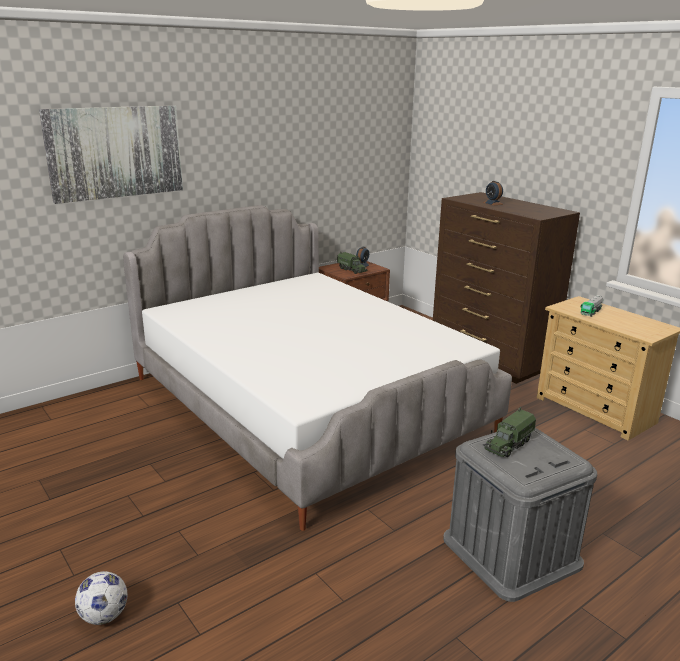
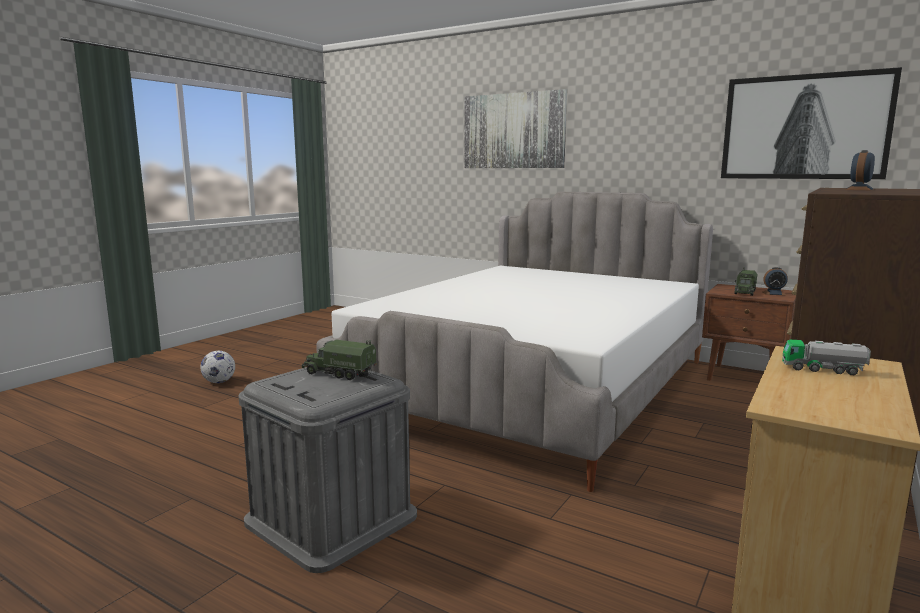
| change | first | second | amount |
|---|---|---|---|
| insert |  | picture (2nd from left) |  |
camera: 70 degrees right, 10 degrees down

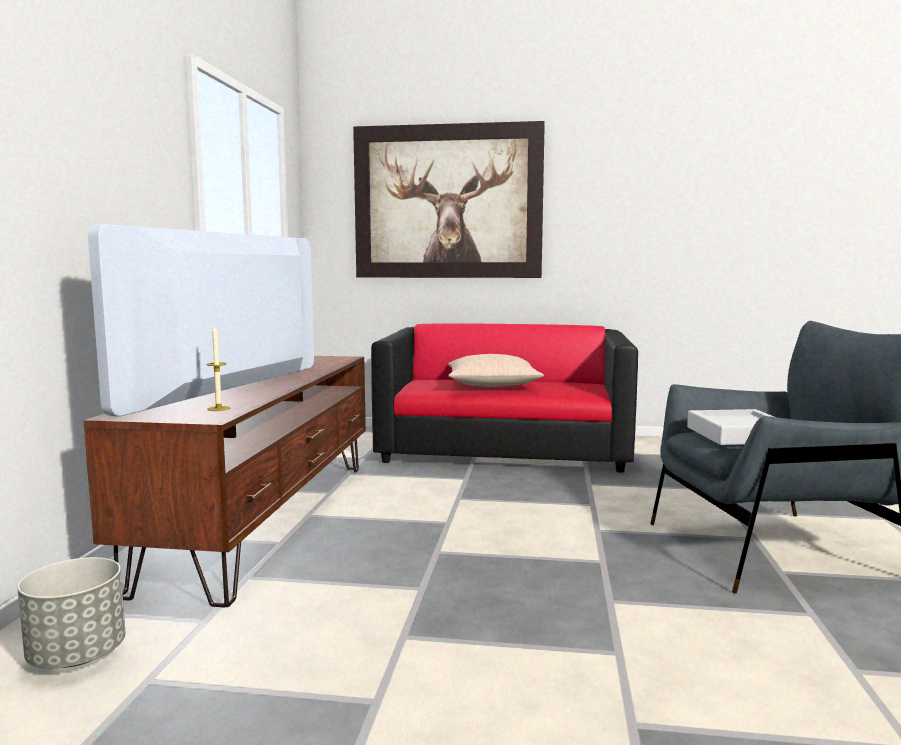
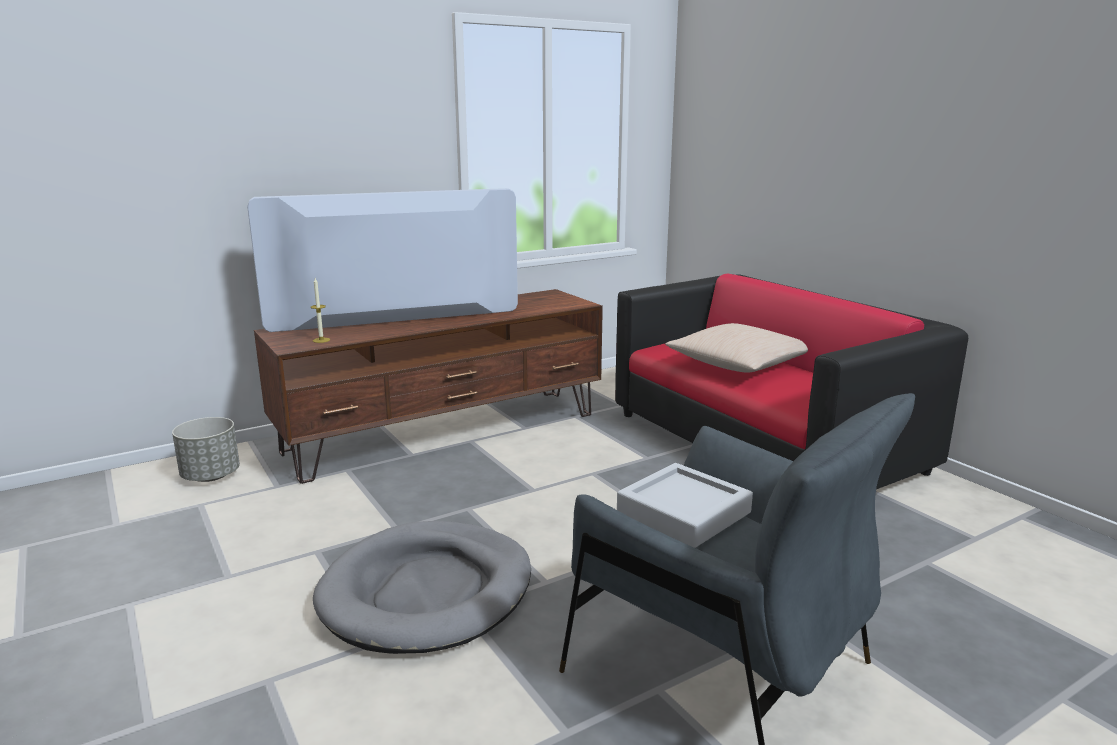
| change | first | second | amount |
|---|---|---|---|
| delete | picture |  |  |
| insert |  | greyish_dog_bed |  |
camera: 50 degrees right, 10 degrees up

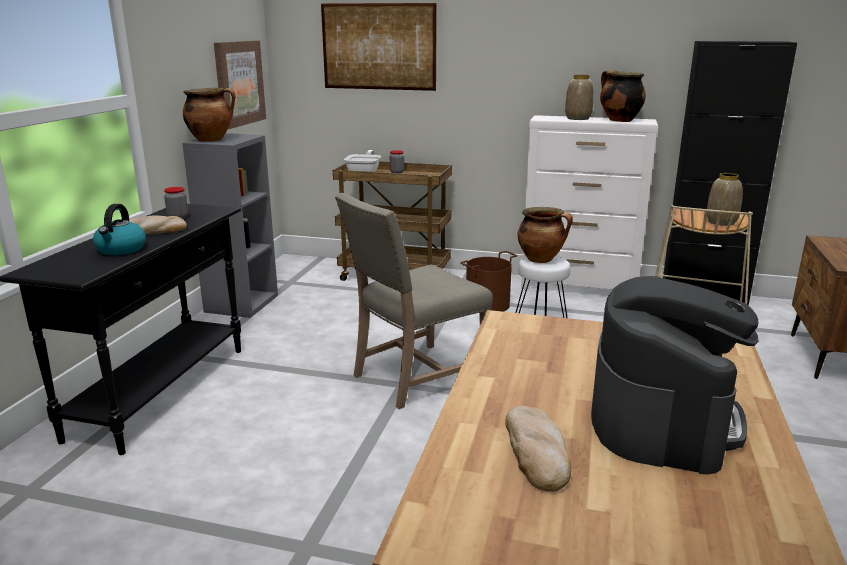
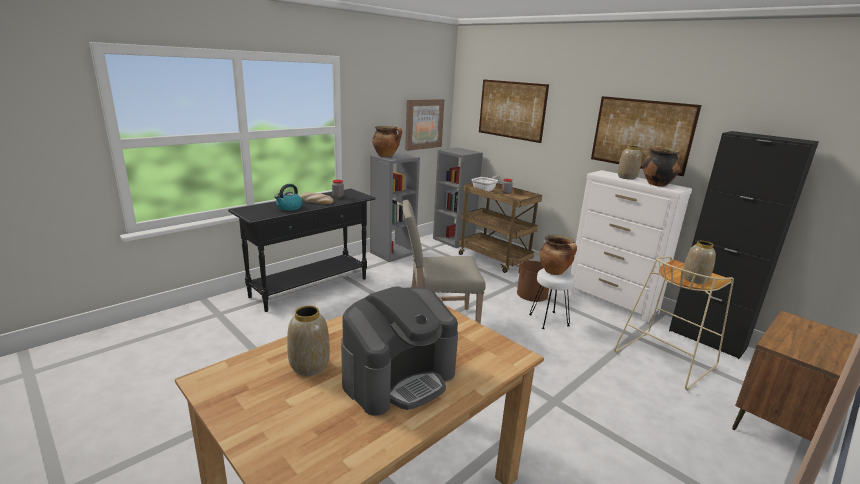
| change | first | second | amount |
|---|---|---|---|
| replace | bread (2nd from left) | flower_vase (1st from left) |  |
| insert |  | greyish_shelving_unit (2nd from left) |  |
| insert |  | picture (3rd from left) |  |
camera: 30 degrees right, 0 degrees up

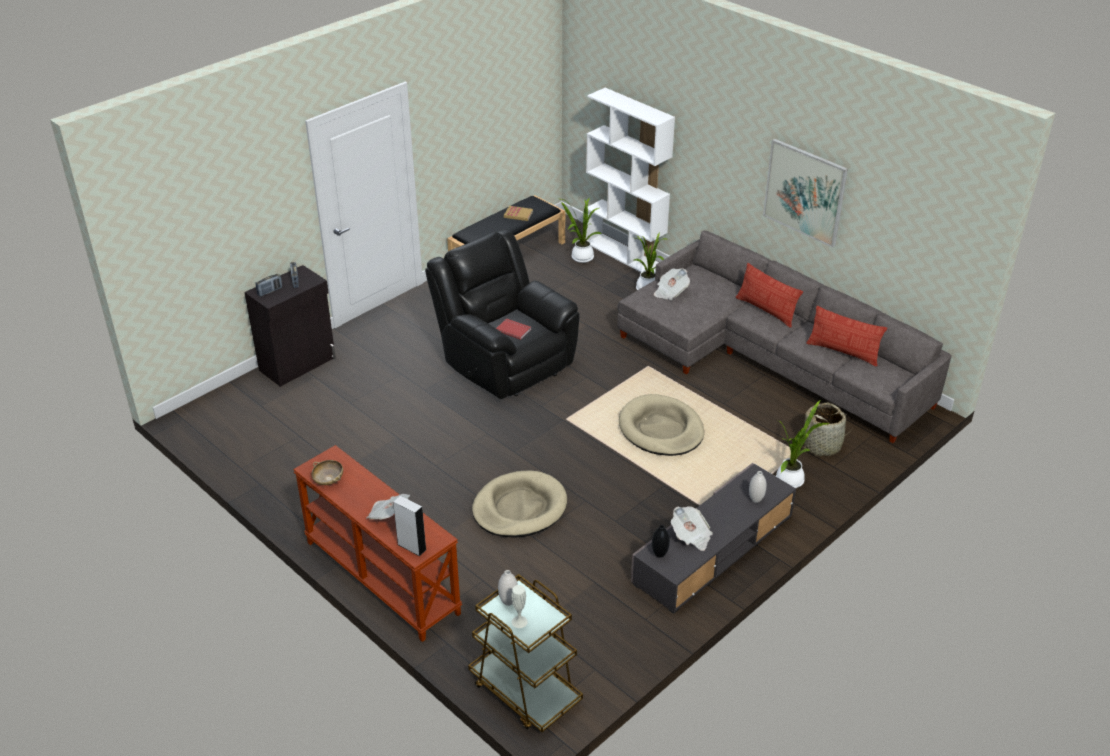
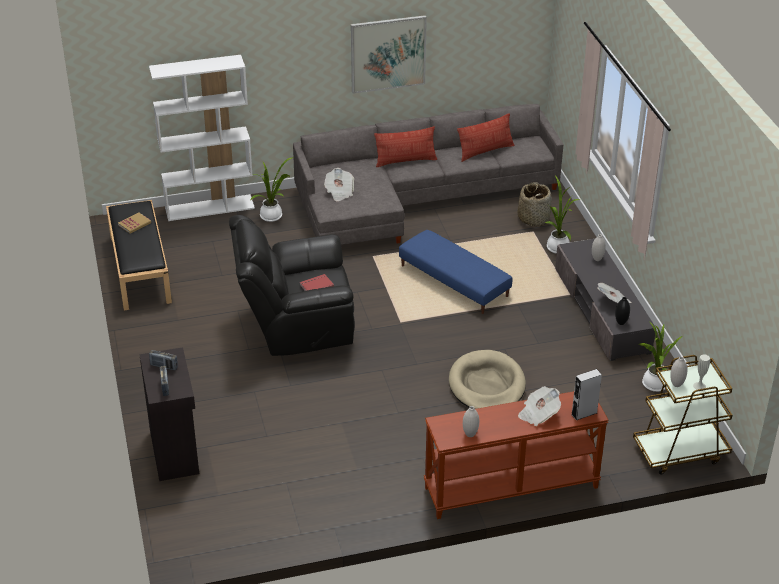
| change | first | second | amount |
|---|---|---|---|
| replace | beige_bowl | white_flower_vase (1st from left) |  |
| move | potted_plant (1st from left in the first image) | potted_plant (3rd from left) |  |
| replace | beige_dog_bed (2nd from left) | bluish_pouffe |  |
camera: 60 degrees left, 0 degrees up

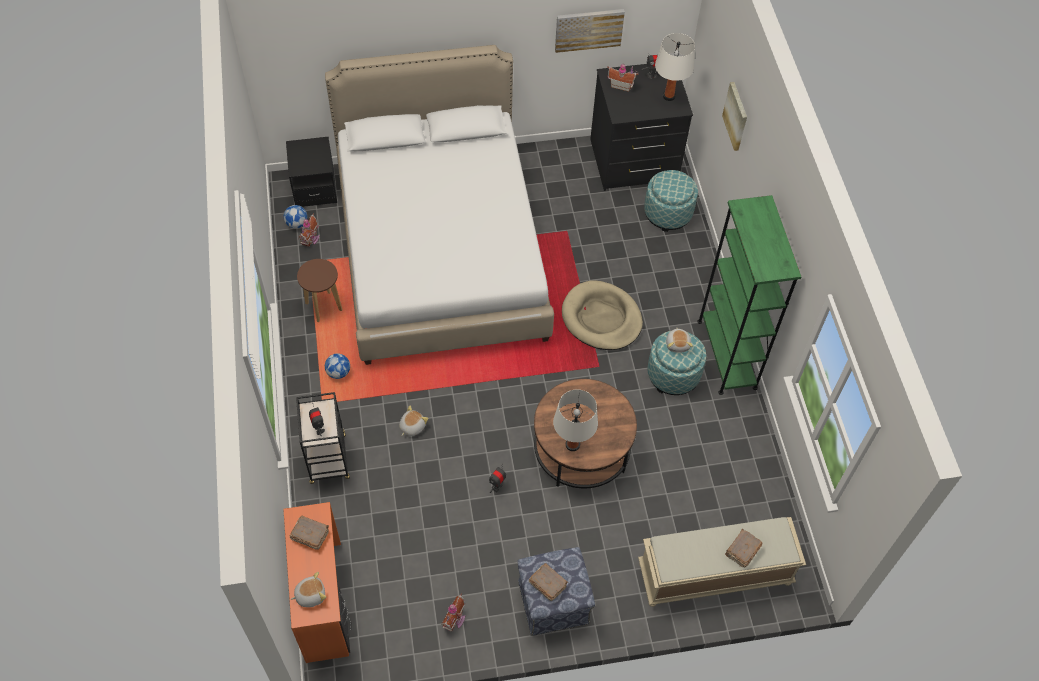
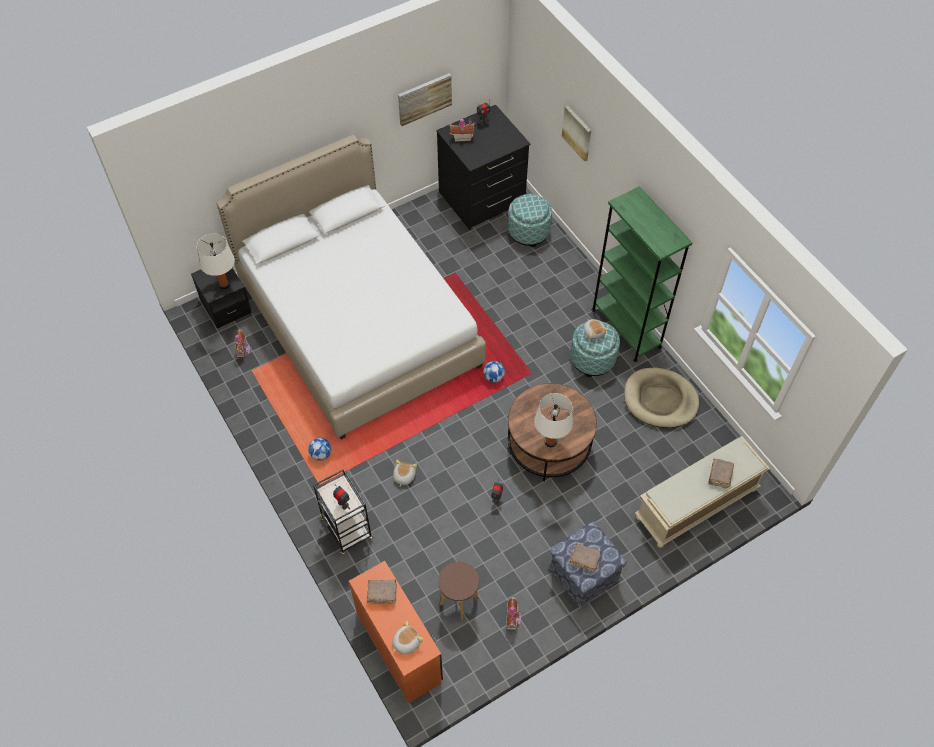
| change | first | second | amount |
|---|---|---|---|
| move | football_ball (1st from left in the first image) | football_ball (2nd from left) |  |
| move | brown-coloured_sitting_stool |  |  |
| move | beige_dog_bed |  |  |
| move | white_lamp_for_a_table (2nd from left in the first image) | white_lamp_for_a_table (1st from left) |  |
camera: 20 degrees left, 0 degrees up

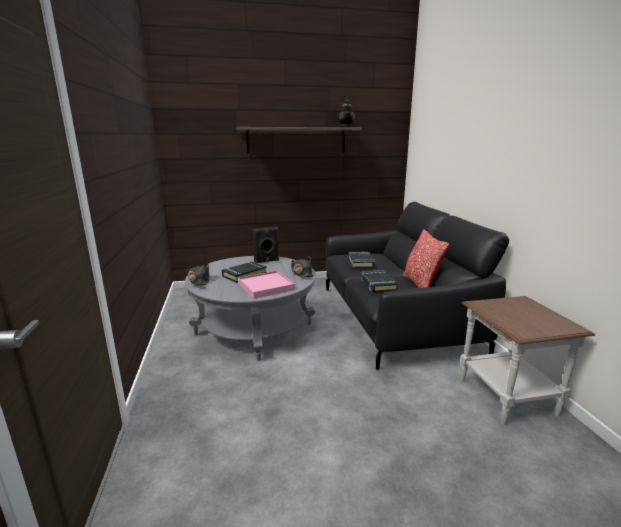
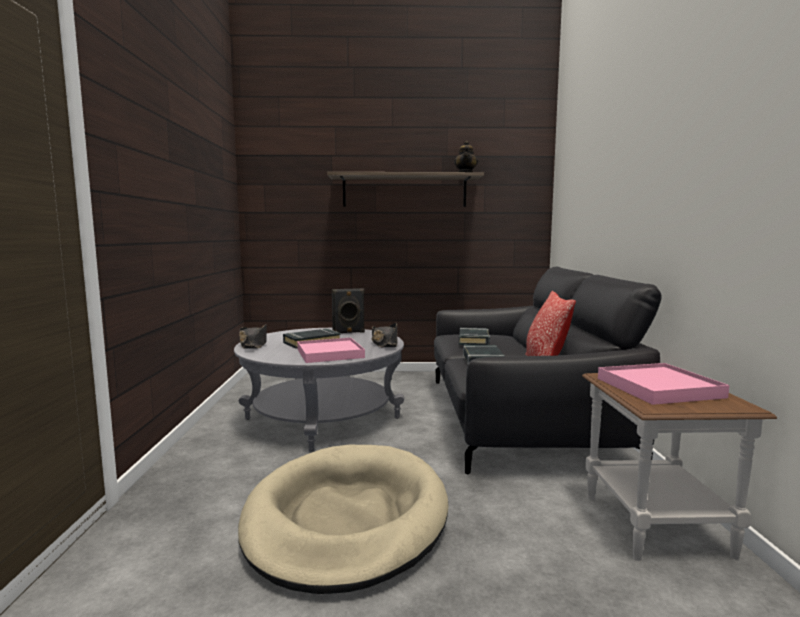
| change | first | second | amount |
|---|---|---|---|
| insert |  | beige_dog_bed |  |
| insert |  | pink_carrying_tray (2nd from left) |  |
camera: 10 degrees right, 10 degrees down

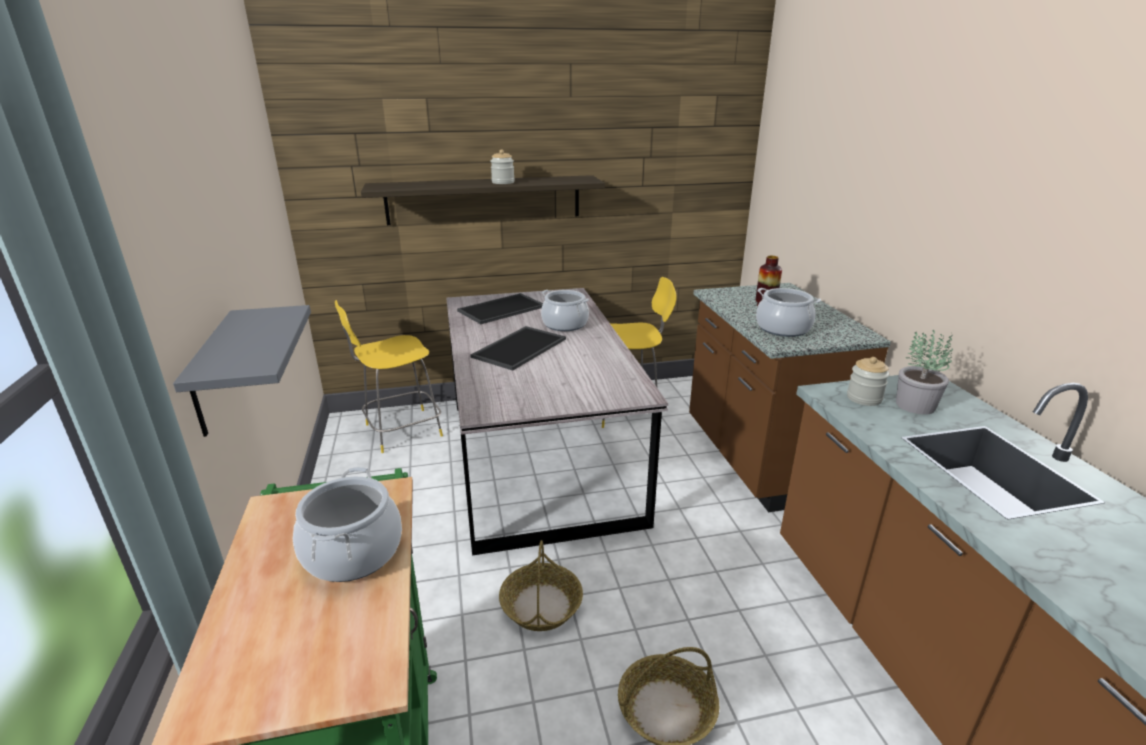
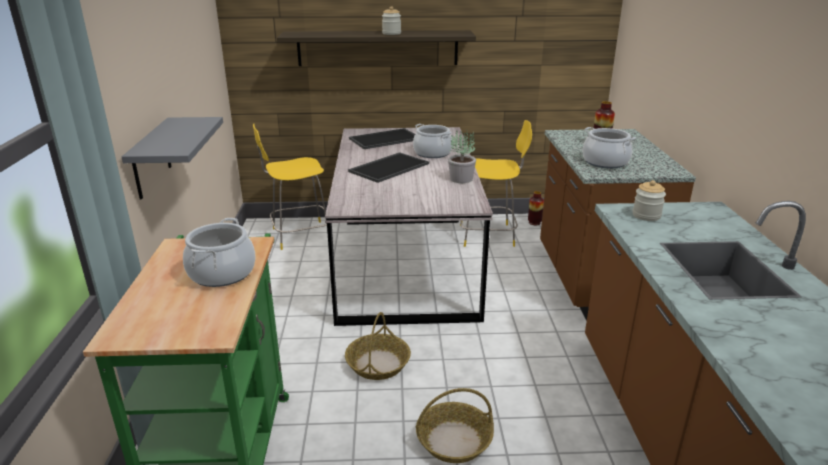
| change | first | second | amount |
|---|---|---|---|
| move | potted_plant |  |  |
| insert |  | flower_vase (1st from left) |  |
camera: 10 degrees right, 0 degrees up

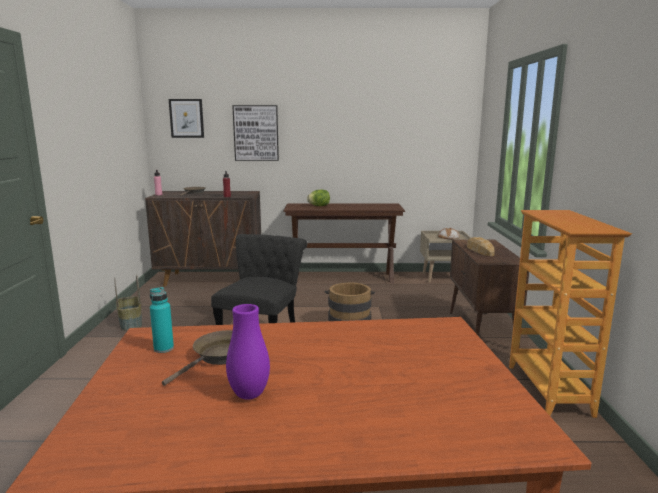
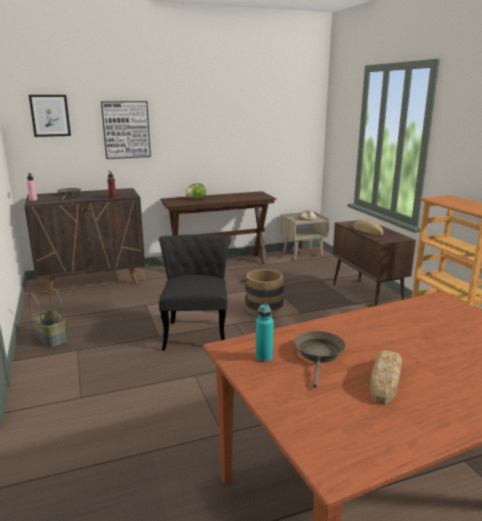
| change | first | second | amount |
|---|---|---|---|
| replace | purple-coloured_flower_vase | bread (3rd from left) |  |
camera: 20 degrees left, 5 degrees up

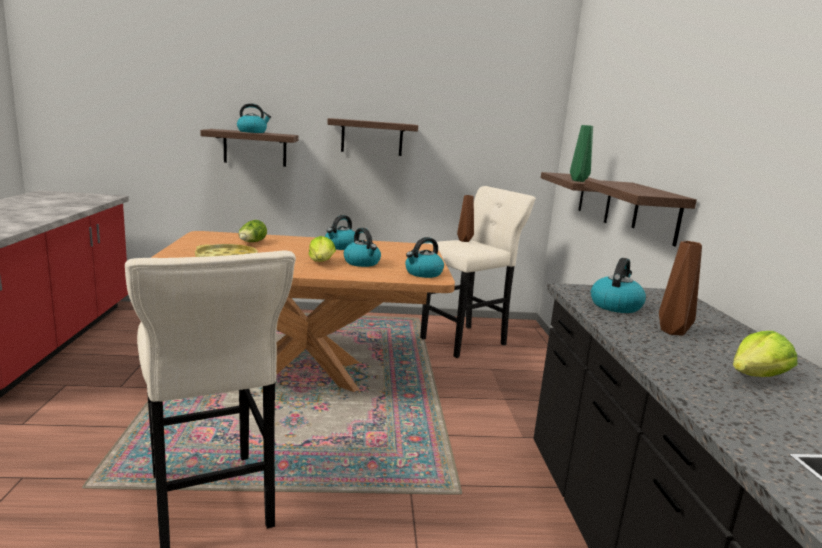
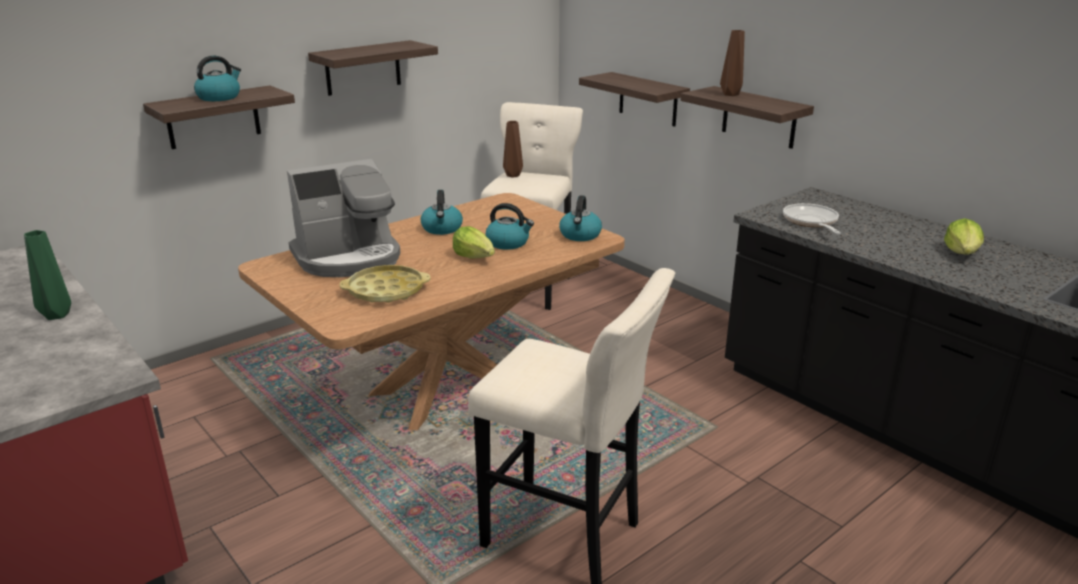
| change | first | second | amount |
|---|---|---|---|
| replace | lettuce_head (1st from left) | coffee_maker |  |
| move | green-coloured_flower_vase |  |  |
| replace | tea_kettle (5th from left) | pan |  |
| move | brown-coloured_flower_vase (2nd from left) |  |  |
camera: 35 degrees left, 10 degrees up

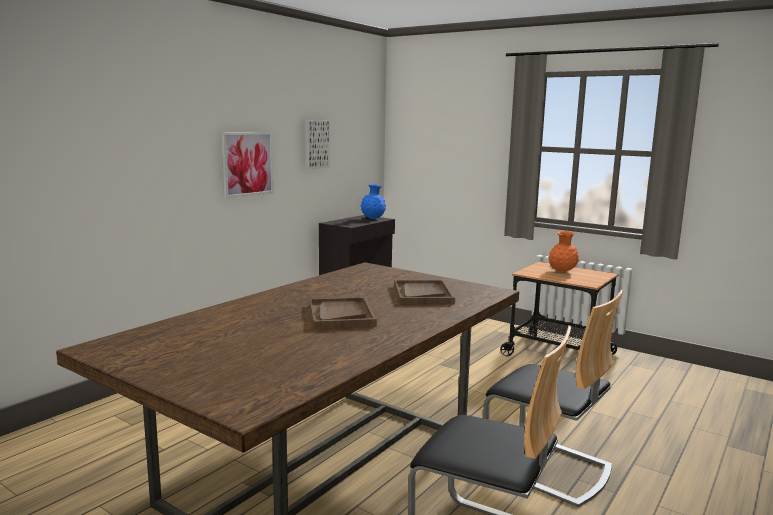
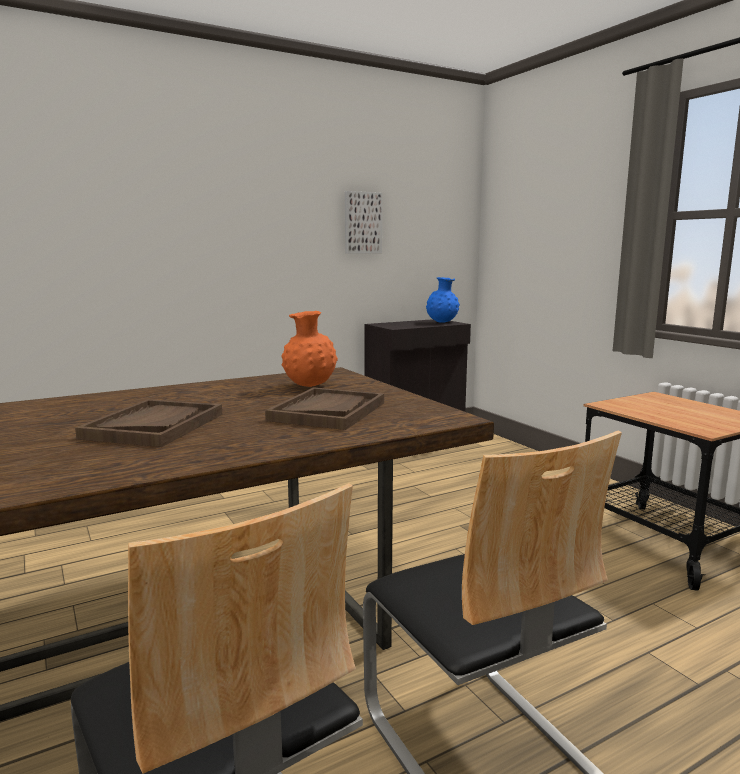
| change | first | second | amount |
|---|---|---|---|
| delete | picture (1st from left) |  |  |
| move | orange_flower_vase |  |  |
camera: 25 degrees right, 0 degrees up

